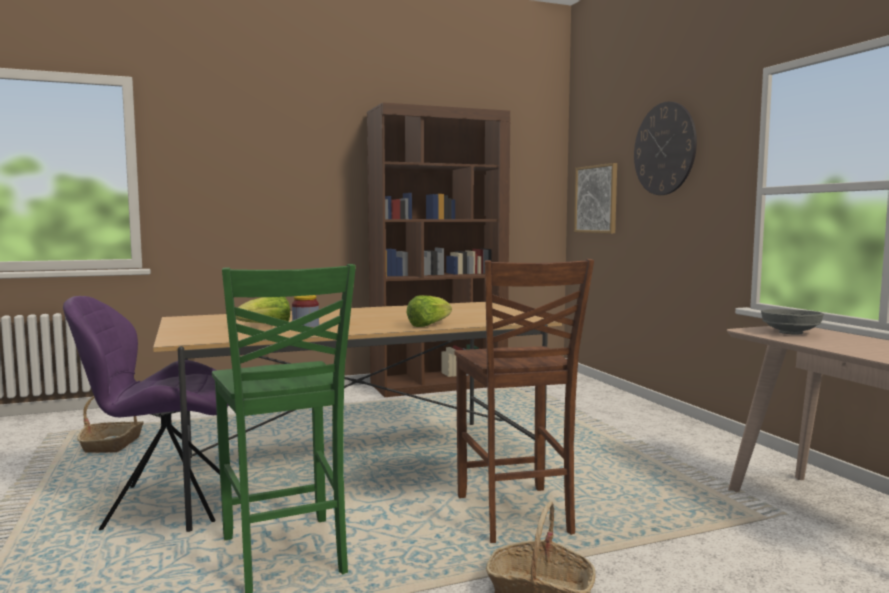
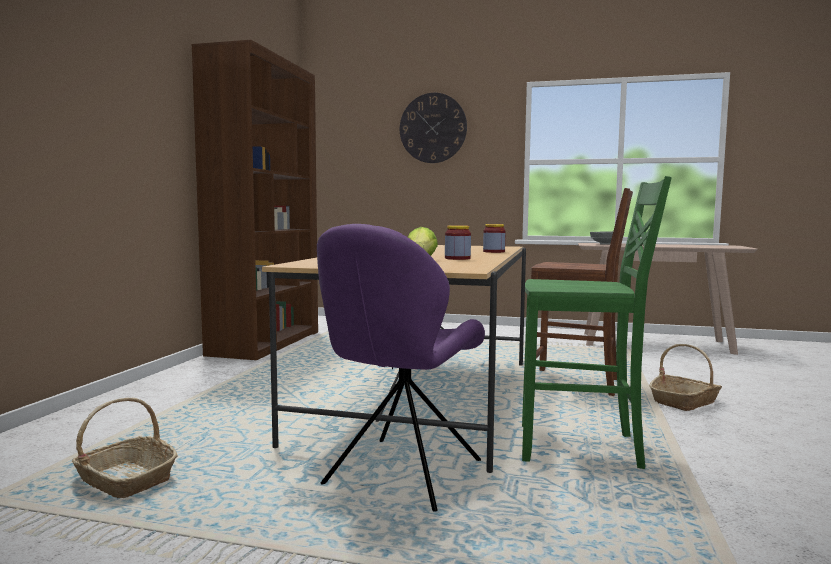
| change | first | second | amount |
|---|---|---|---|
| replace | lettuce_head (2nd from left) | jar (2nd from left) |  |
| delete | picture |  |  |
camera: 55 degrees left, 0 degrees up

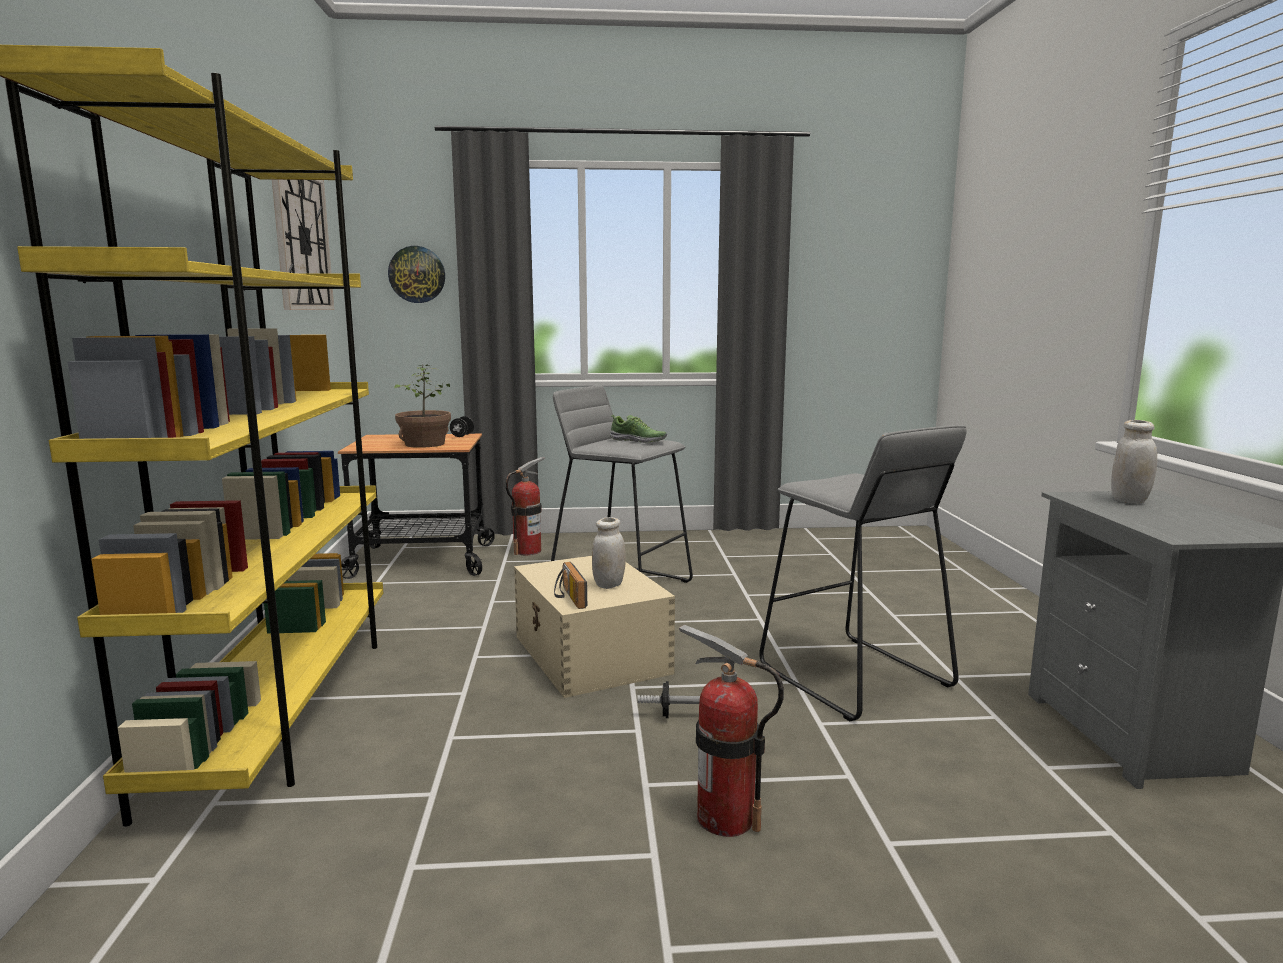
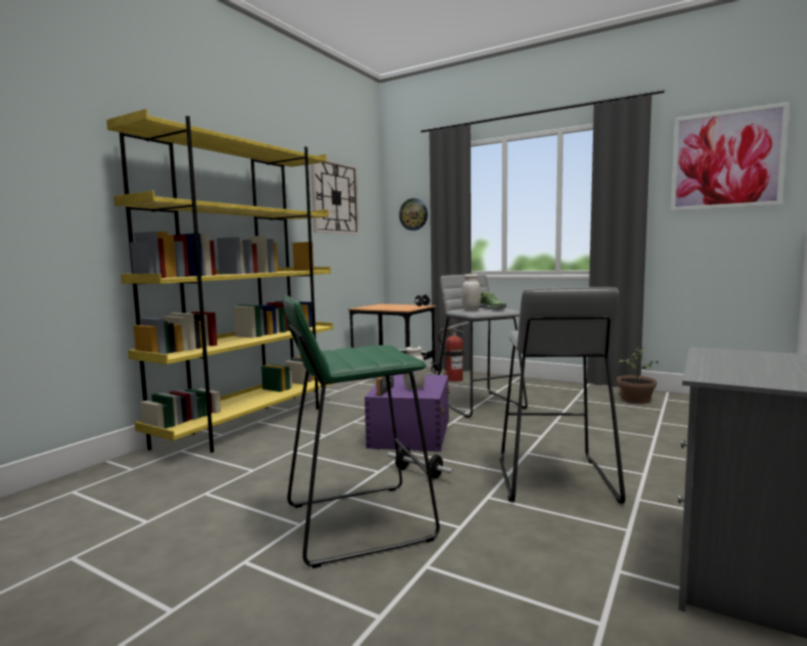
| change | first | second | amount |
|---|---|---|---|
| move | potted_plant |  |  |
| recolor | beige_storage_bin | purple-coloured_storage_bin |  |
| replace | fire-fighting_cylinder (2nd from left) | green-coloured_sitting_stool |  |
| move | white_jar (2nd from left) |  |  |
| insert |  | picture |  |
camera: 35 degrees right, 5 degrees down

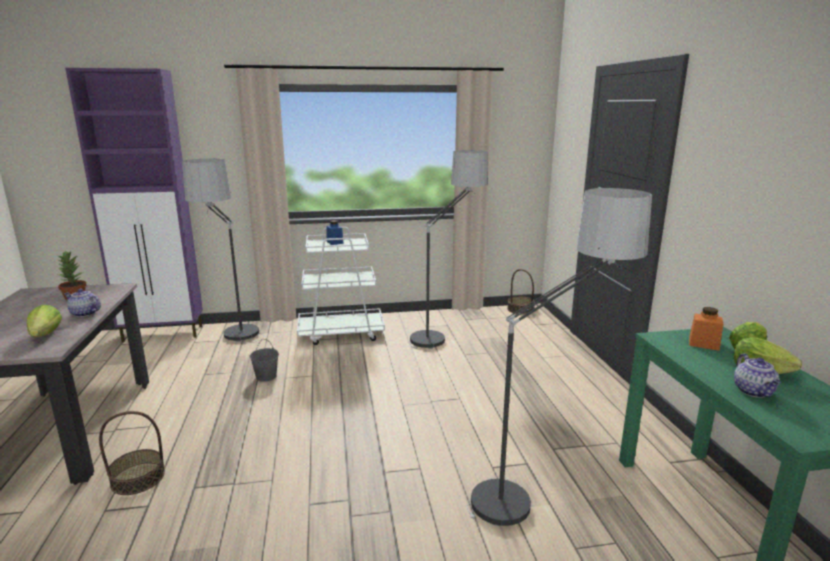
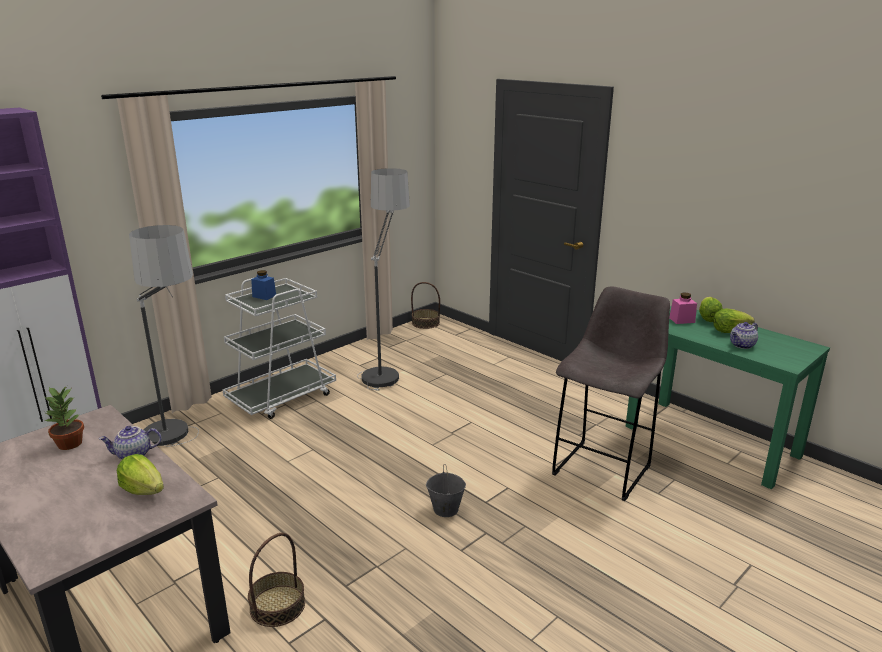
| change | first | second | amount |
|---|---|---|---|
| move | greyish_water_bucket |  |  |
| replace | floor_lamp (3rd from left) | greyish_sitting_stool |  |
| recolor | orange_jar | pink_jar |  |
| rotate | teapot (2nd from left) |  | 90 degrees clockwise |
camera: 35 degrees left, 5 degrees up

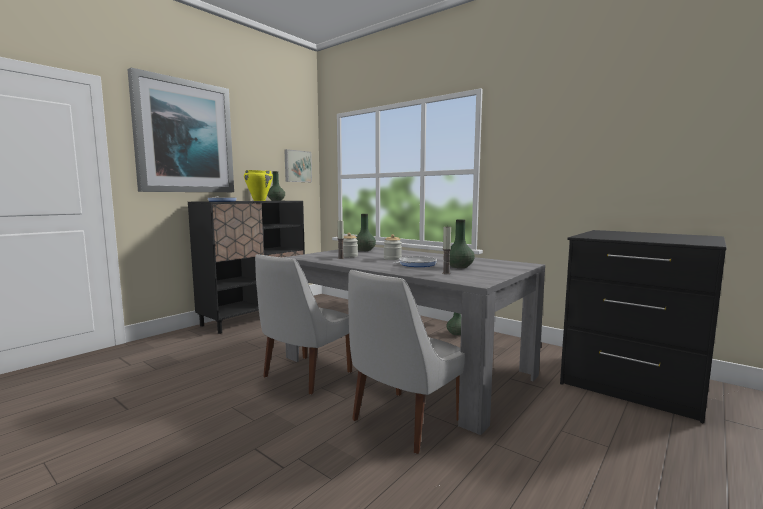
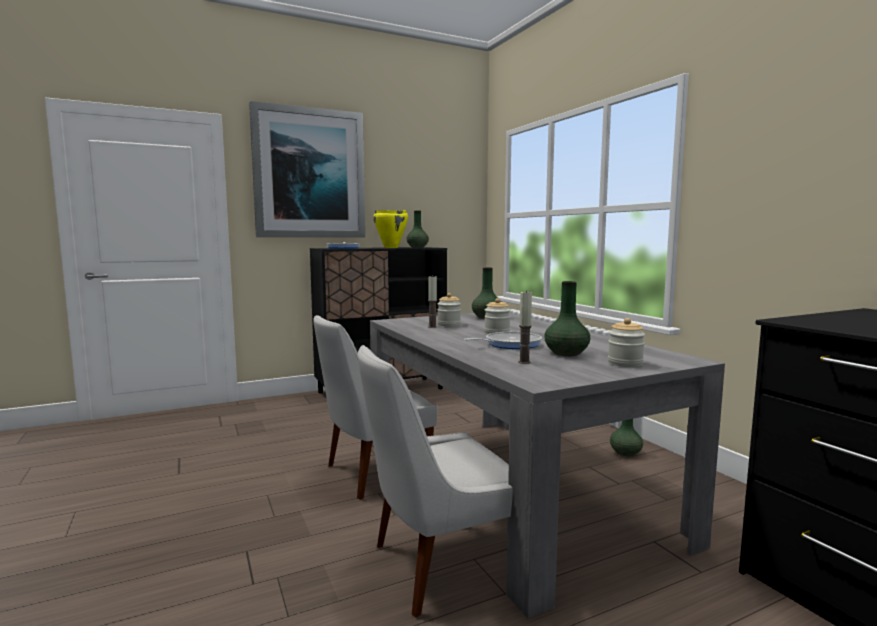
| change | first | second | amount |
|---|---|---|---|
| delete | picture (2nd from left) |  |  |
| insert |  | jar (3rd from left) |  |
camera: 25 degrees right, 0 degrees up

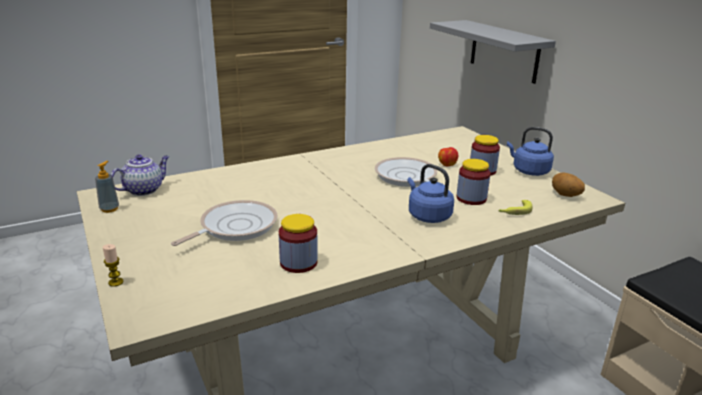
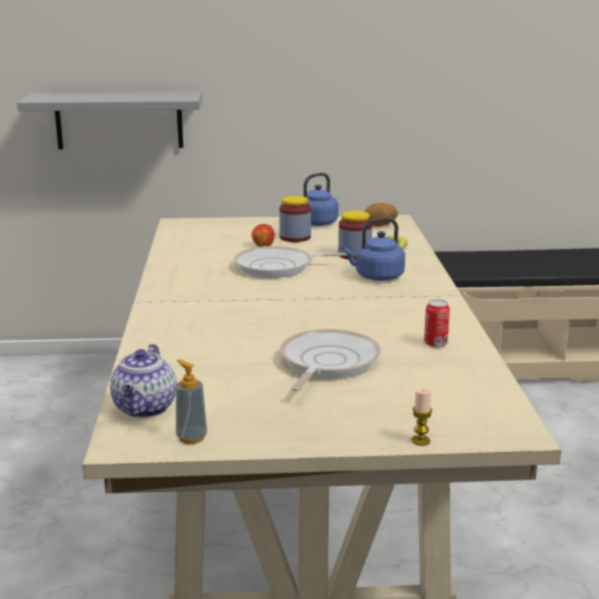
| change | first | second | amount |
|---|---|---|---|
| rotate | teapot |  | 150 degrees counterclockwise |
| rotate | pan (1st from left in the first image) | pan (2nd from left) | 45 degrees clockwise |
| replace | jar (1st from left) | metal_can |  |
camera: 65 degrees left, 5 degrees down

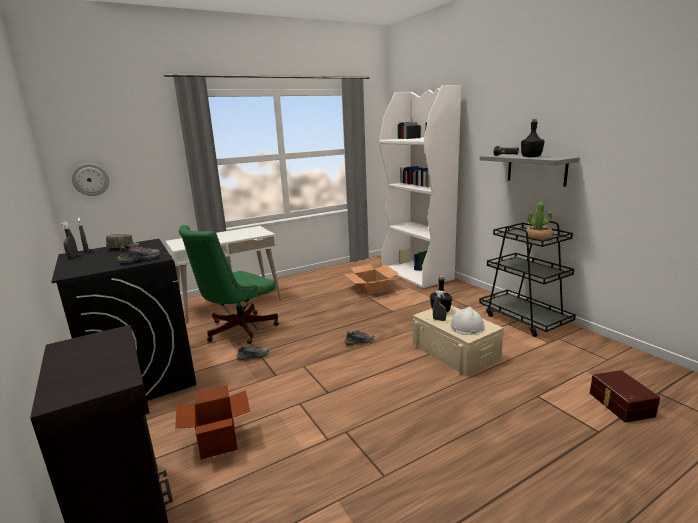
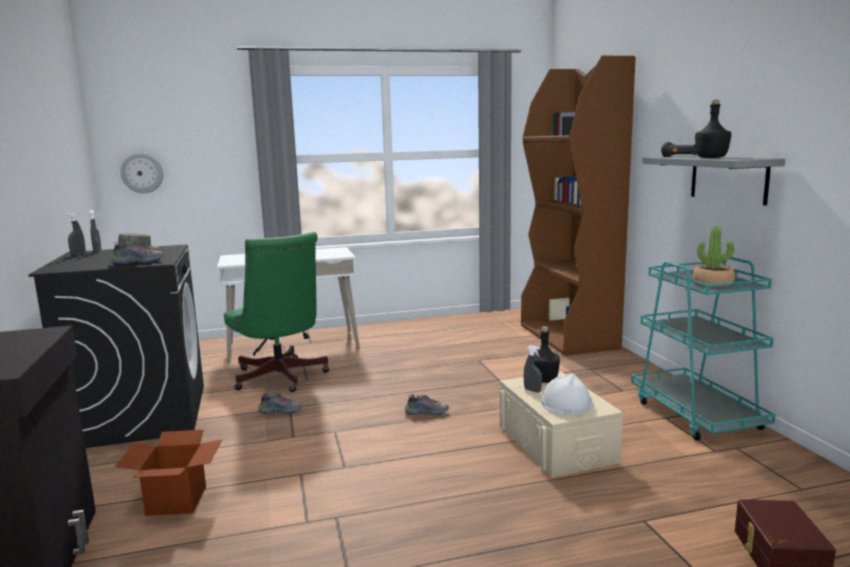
| change | first | second | amount |
|---|---|---|---|
| rotate | green-coloured_computer_chair |  | 90 degrees counterclockwise |
| delete | cardboard_box (2nd from left) |  |  |
| recolor | white_shelving_unit | brown-coloured_shelving_unit |  |
| recolor | black-coloured_cart | blue-green_cart |  |
camera: 15 degrees right, 5 degrees down

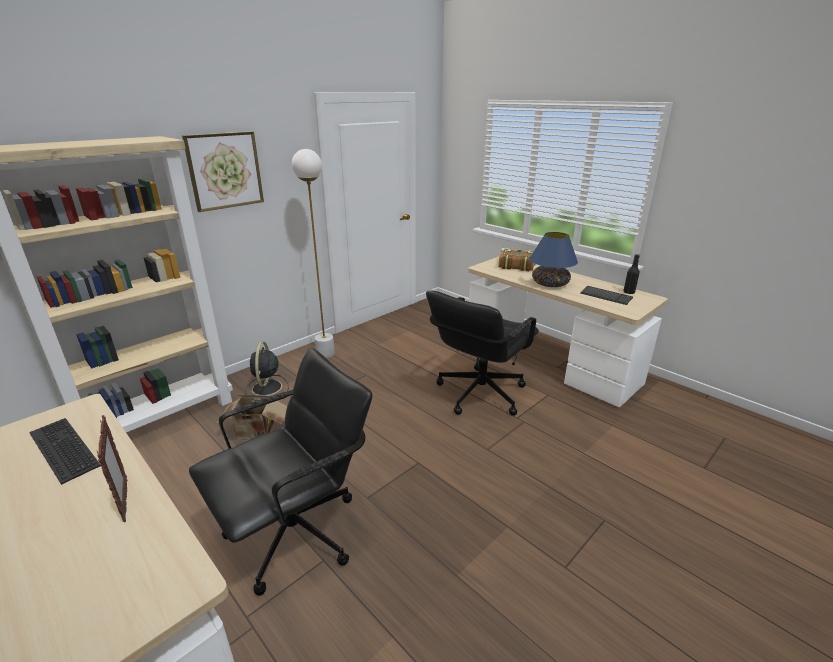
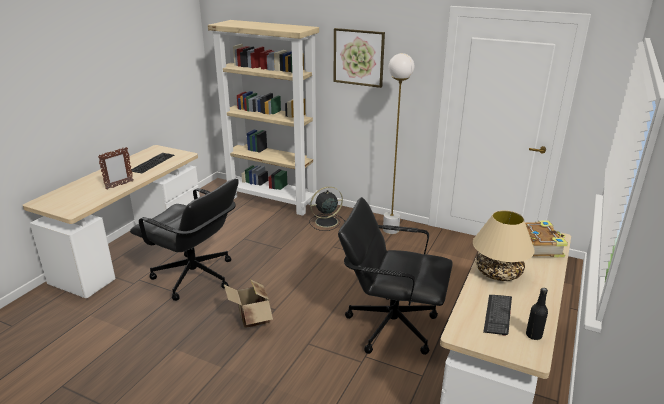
| change | first | second | amount |
|---|---|---|---|
| move | cardboard_box |  |  |
| recolor | bluish_lamp_for_a_table | beige_lamp_for_a_table |  |
camera: 70 degrees right, 0 degrees up

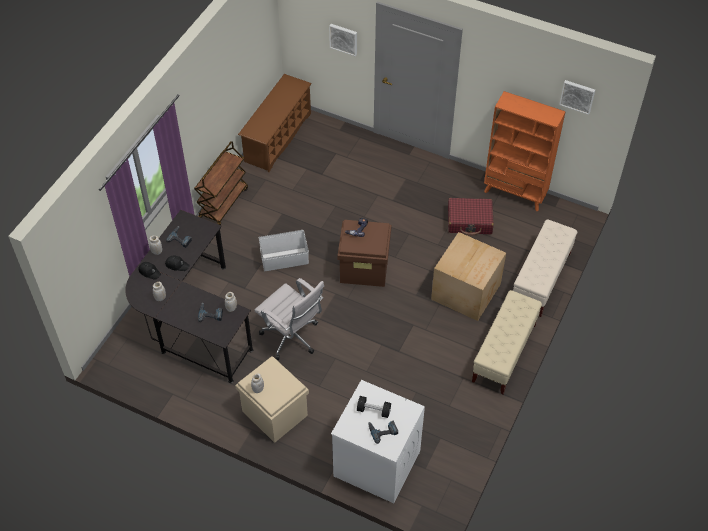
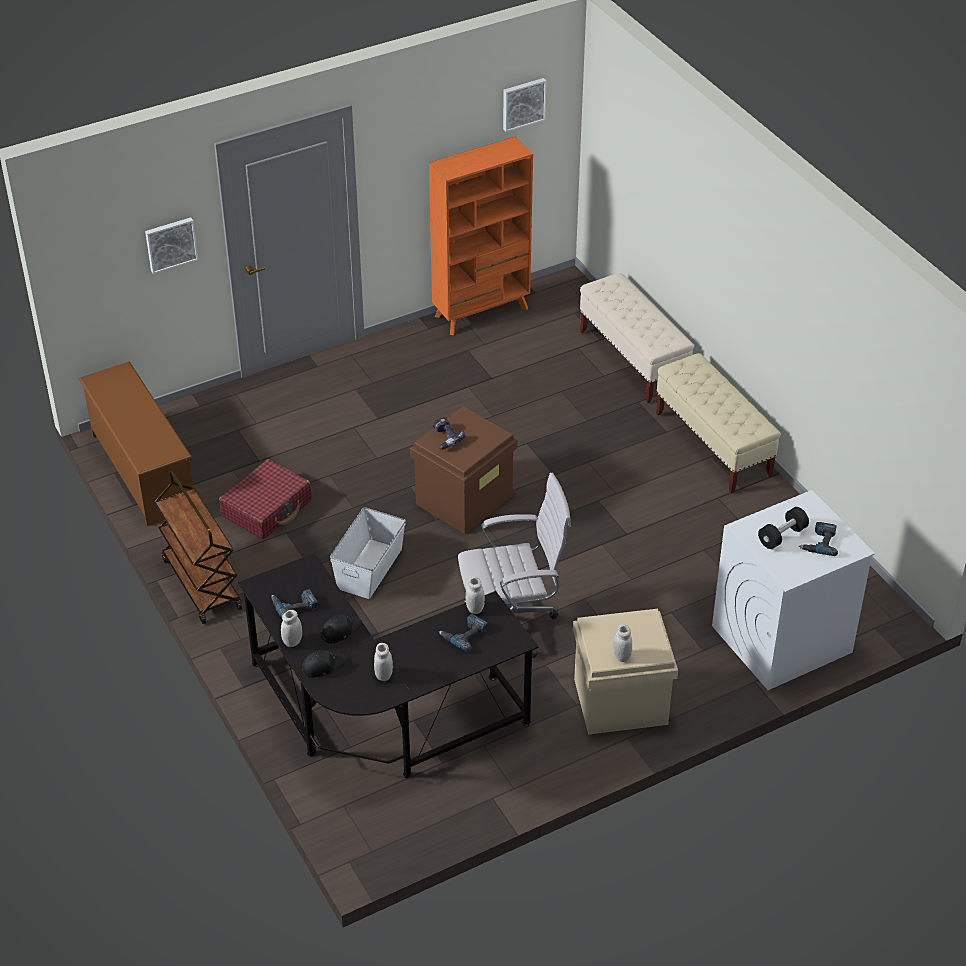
| change | first | second | amount |
|---|---|---|---|
| delete | cardboard_box |  |  |
| move | red-coloured_piece_of_luggage |  |  |
camera: 55 degrees left, 10 degrees down

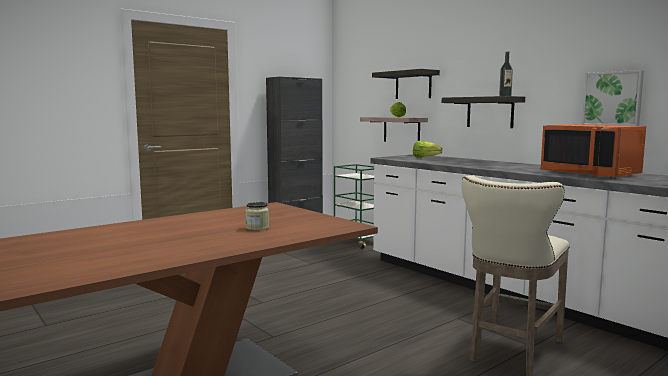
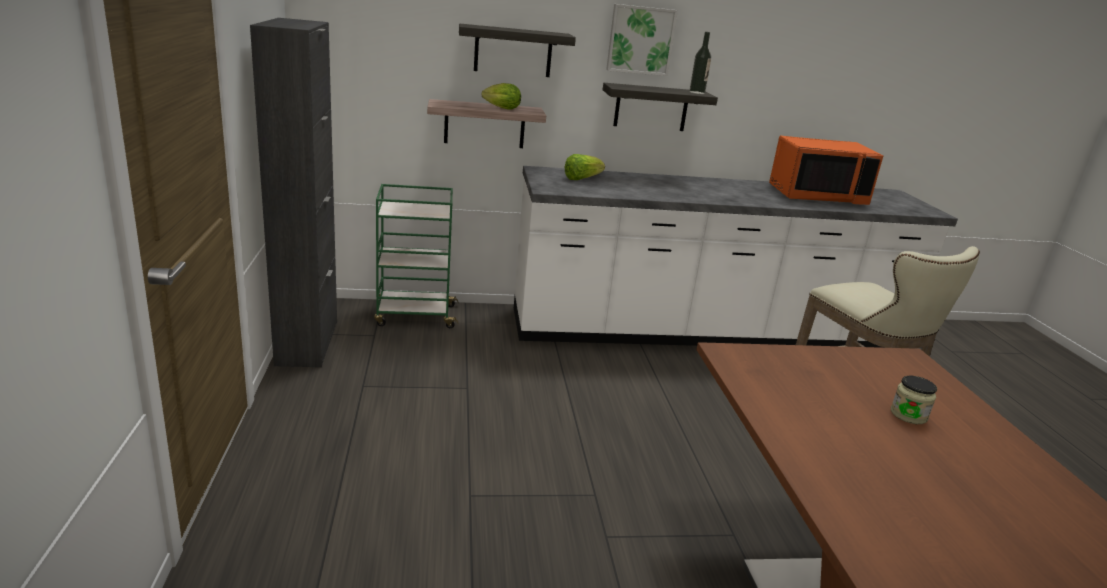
| change | first | second | amount |
|---|---|---|---|
| move | picture |  |  |
camera: 60 degrees left, 15 degrees up

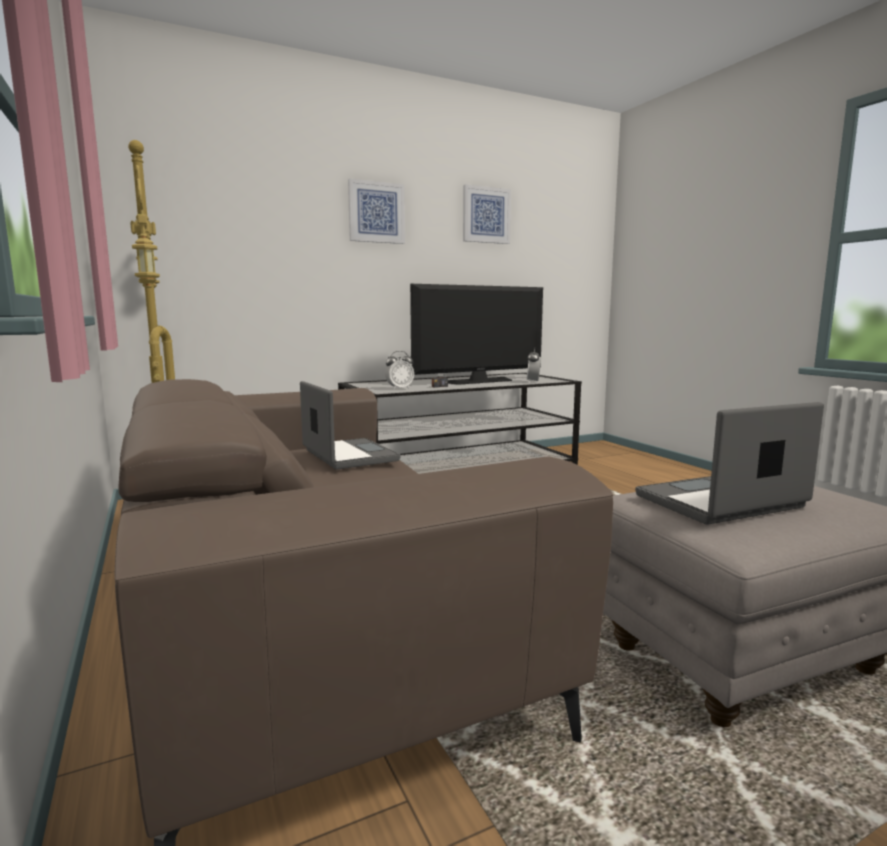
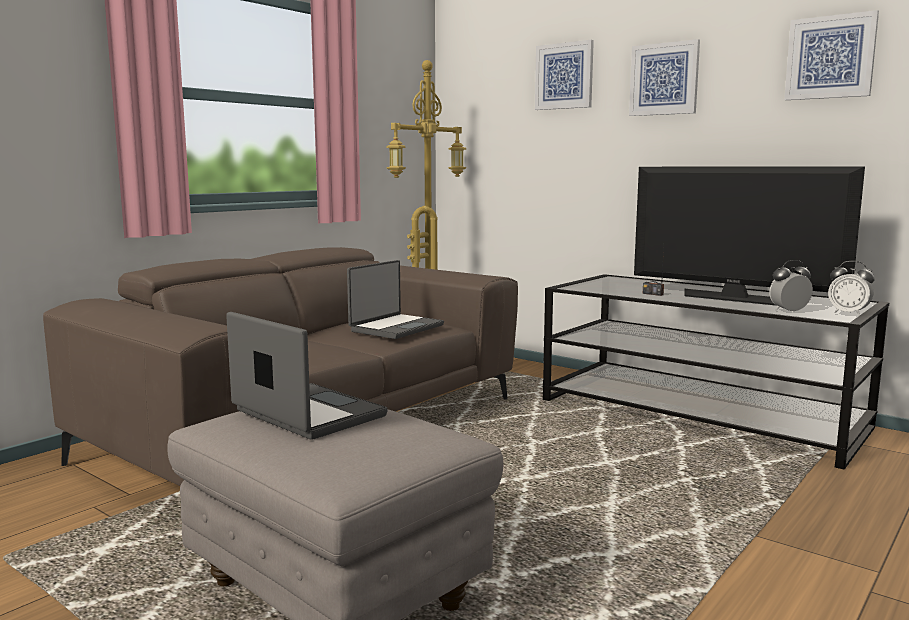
| change | first | second | amount |
|---|---|---|---|
| move | table_clock (1st from left in the first image) | table_clock (2nd from left) |  |
| insert |  | picture (1st from left) |  |
camera: 65 degrees right, 0 degrees up

